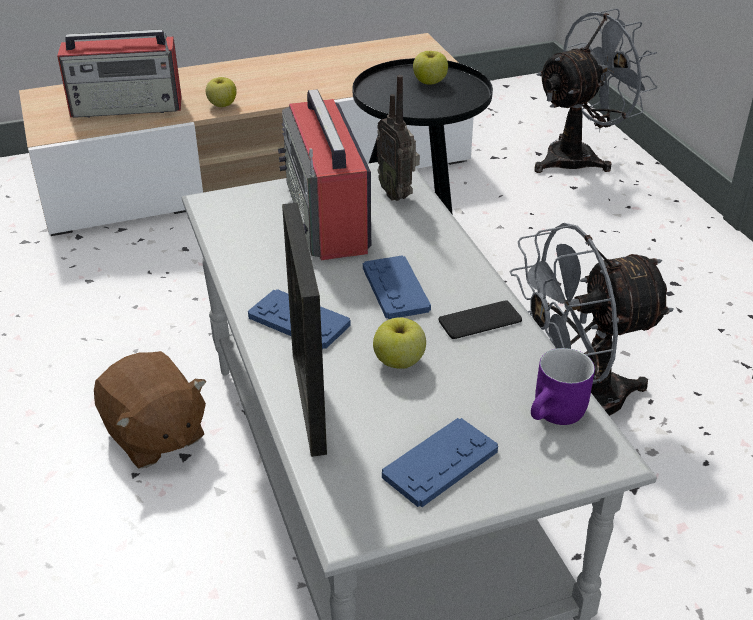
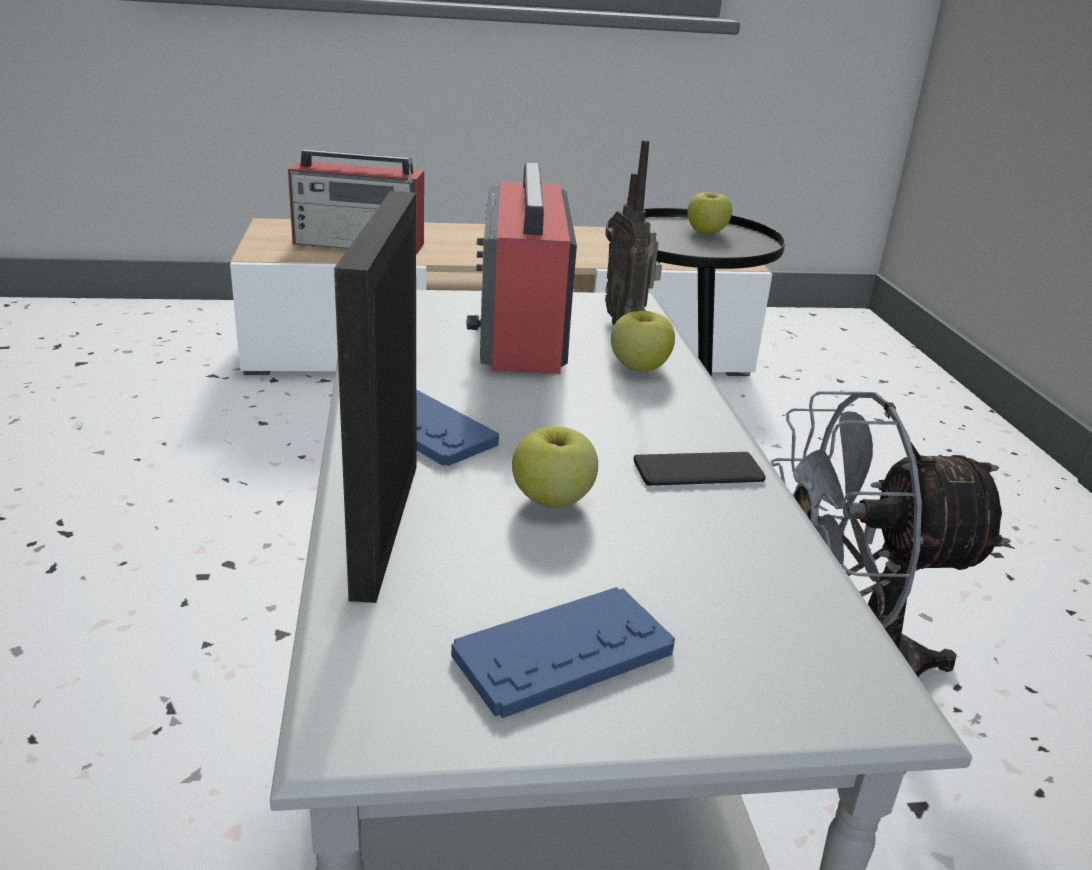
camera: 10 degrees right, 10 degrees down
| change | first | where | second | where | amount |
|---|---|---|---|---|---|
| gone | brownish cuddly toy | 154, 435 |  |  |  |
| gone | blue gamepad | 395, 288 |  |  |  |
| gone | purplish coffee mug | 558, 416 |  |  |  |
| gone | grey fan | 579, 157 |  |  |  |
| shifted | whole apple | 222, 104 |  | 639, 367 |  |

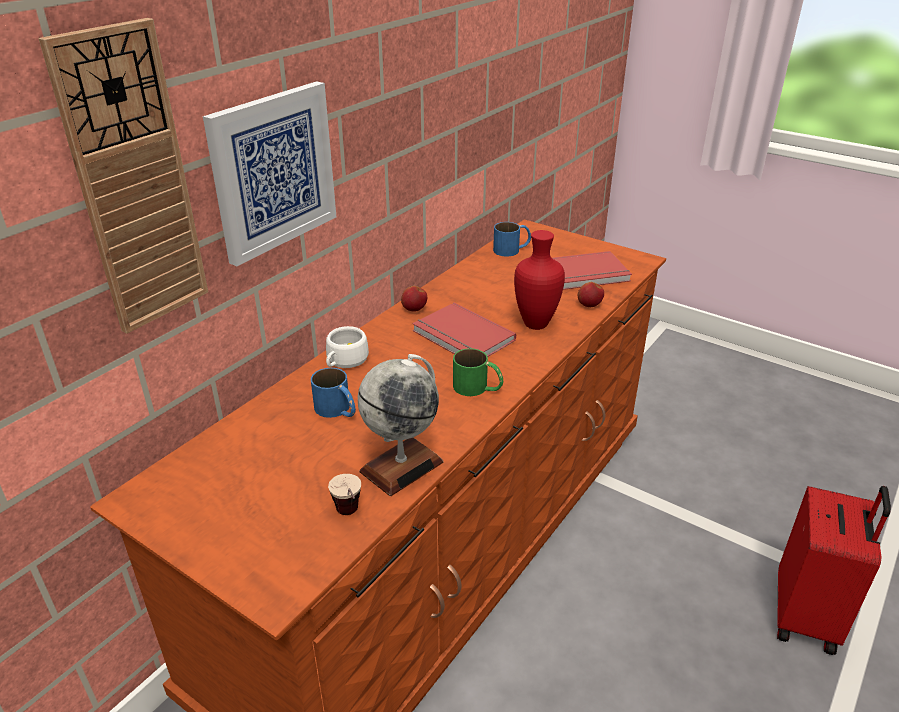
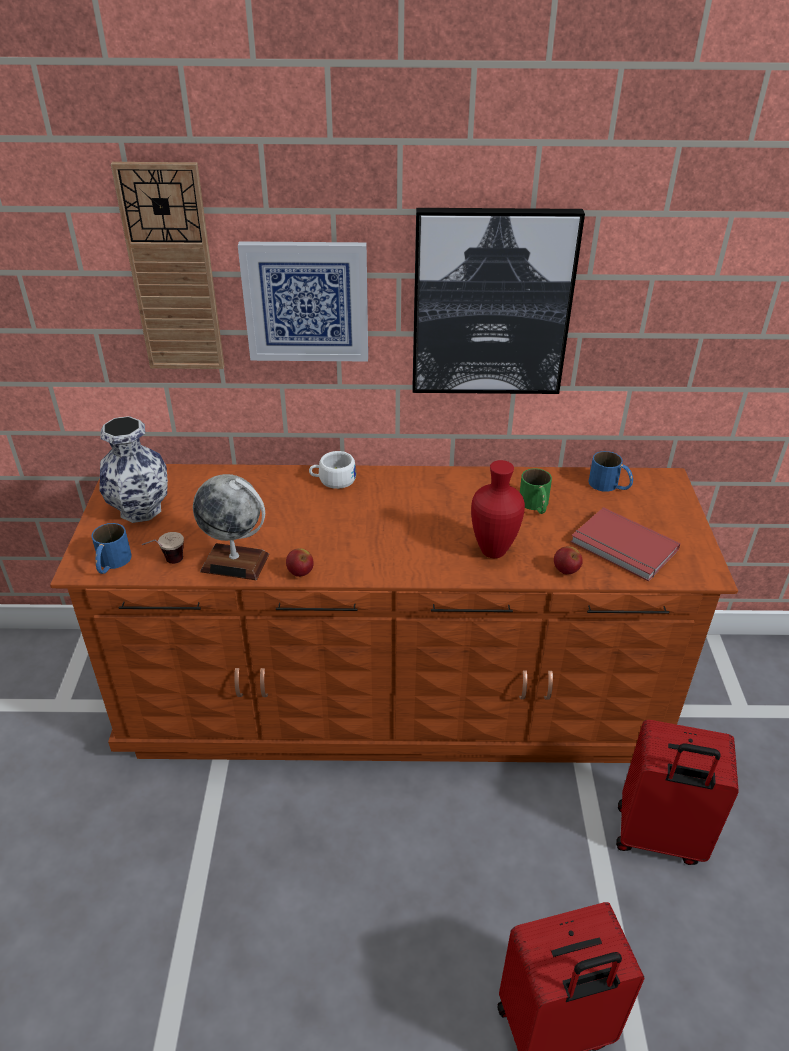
camera: 55 degrees right, 5 degrees up
| change | first | where | second | where | amount |
|---|---|---|---|---|---|
| gone | red book | 461, 337 |  |  |  |
| new |  |  | decorative vase | 139, 509 |  |
| new |  |  | wall picture | 491, 303 |  |
| new |  |  | red piece of luggage | 658, 837 |  |
| shifted | blue coffee mug | 337, 410 |  | 111, 563 |  |
| shifted | whole apple | 414, 309 |  | 300, 573 |  |
| shifted | green-coloured coffee mug | 478, 388 |  | 535, 505 |  |

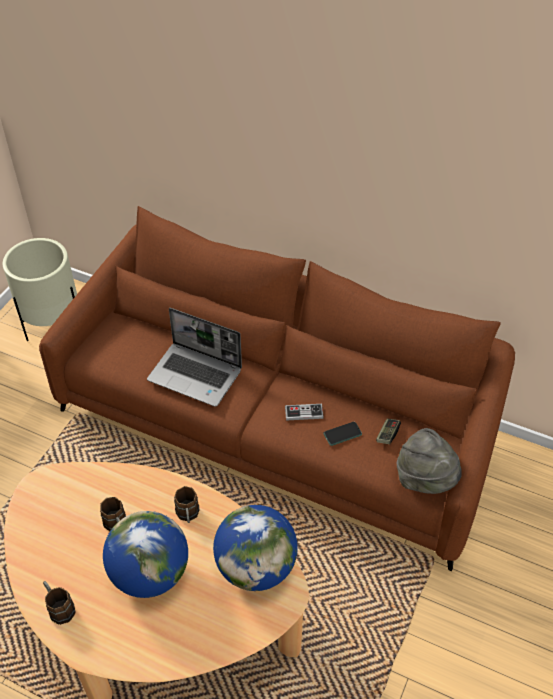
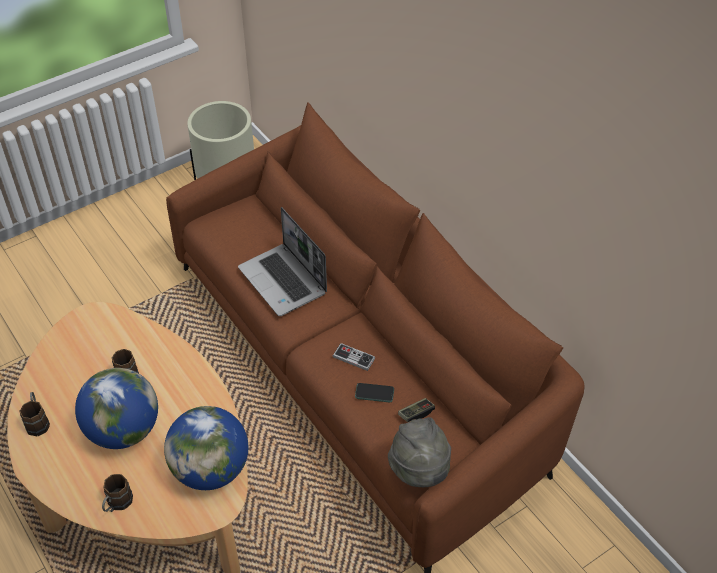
camera: 30 degrees right, 0 degrees up
| change | first | where | second | where | amount |
|---|---|---|---|---|---|
| shifted | brownish coffee mug | 188, 516 |  | 117, 504 |  |

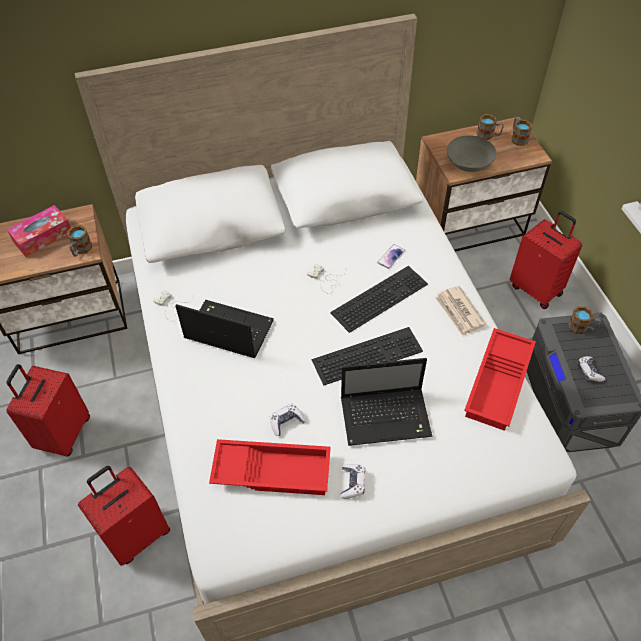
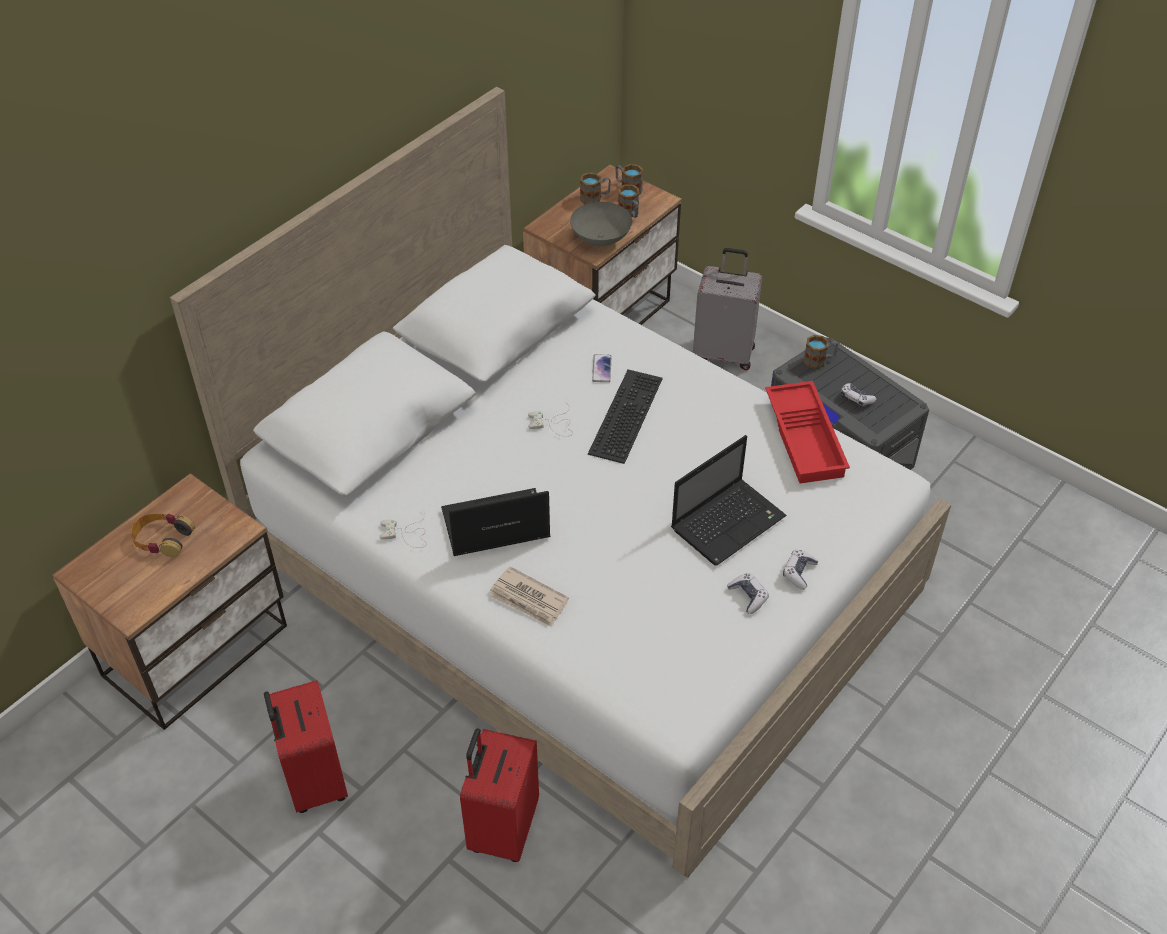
camera: 35 degrees left, 5 degrees down
| change | first | where | second | where | amount |
|---|---|---|---|---|---|
| gone | red serving tray | 273, 470 |  |  |  |
| gone | PC keyboard | 367, 353 |  |  |  |
| shifted | coffee mug | 81, 250 |  | 630, 213 |  |
| shifted | gamepad | 286, 422 |  | 799, 572 |  |
| shifted | newspaper | 459, 312 |  | 529, 599 |  |
| swapped | box of tissues | 43, 237 | pair of headphones | 162, 539 |  |
| repainted | red piece of luggage | 536, 289 | grey piece of luggage | 724, 353 |  |

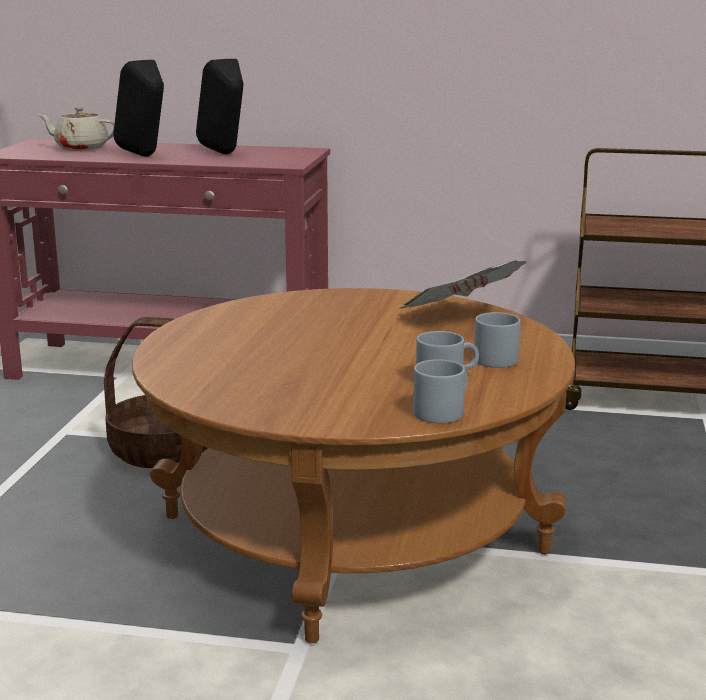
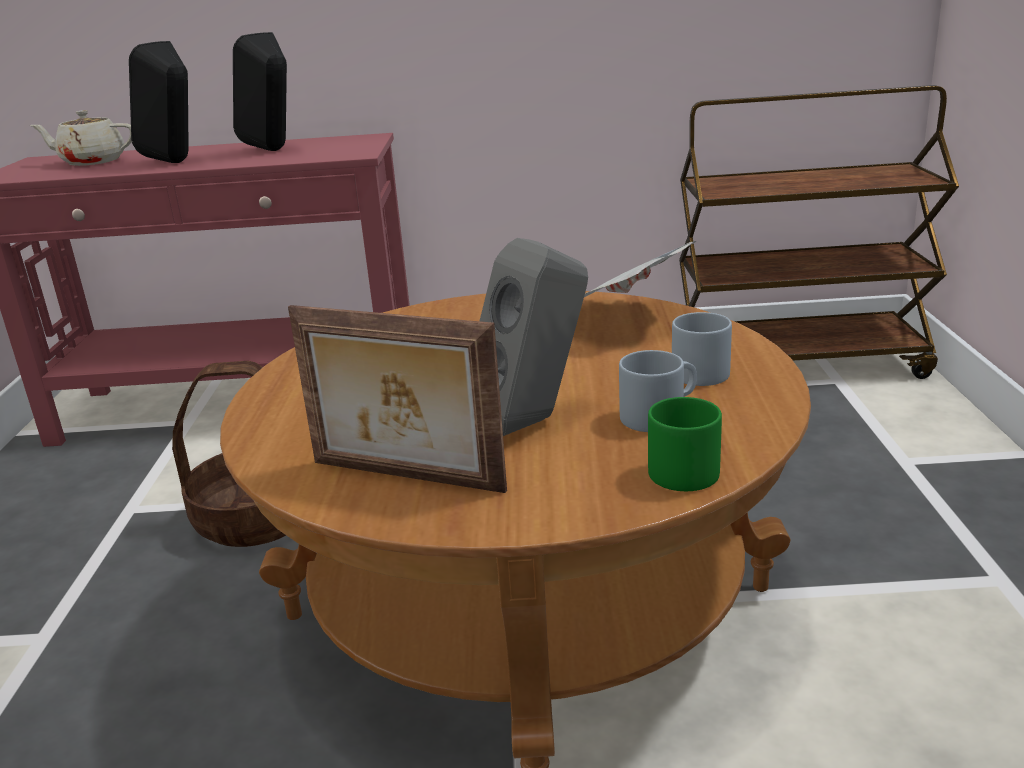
camera: 10 degrees left, 5 degrees up
| change | first | where | second | where | amount |
|---|---|---|---|---|---|
| new |  |  | photo frame | 405, 478 |  |
| new |  |  | grey loudspeaker | 534, 421 |  |
| repainted | grey coffee mug | 443, 411 | green-coloured coffee mug | 687, 467 |  |

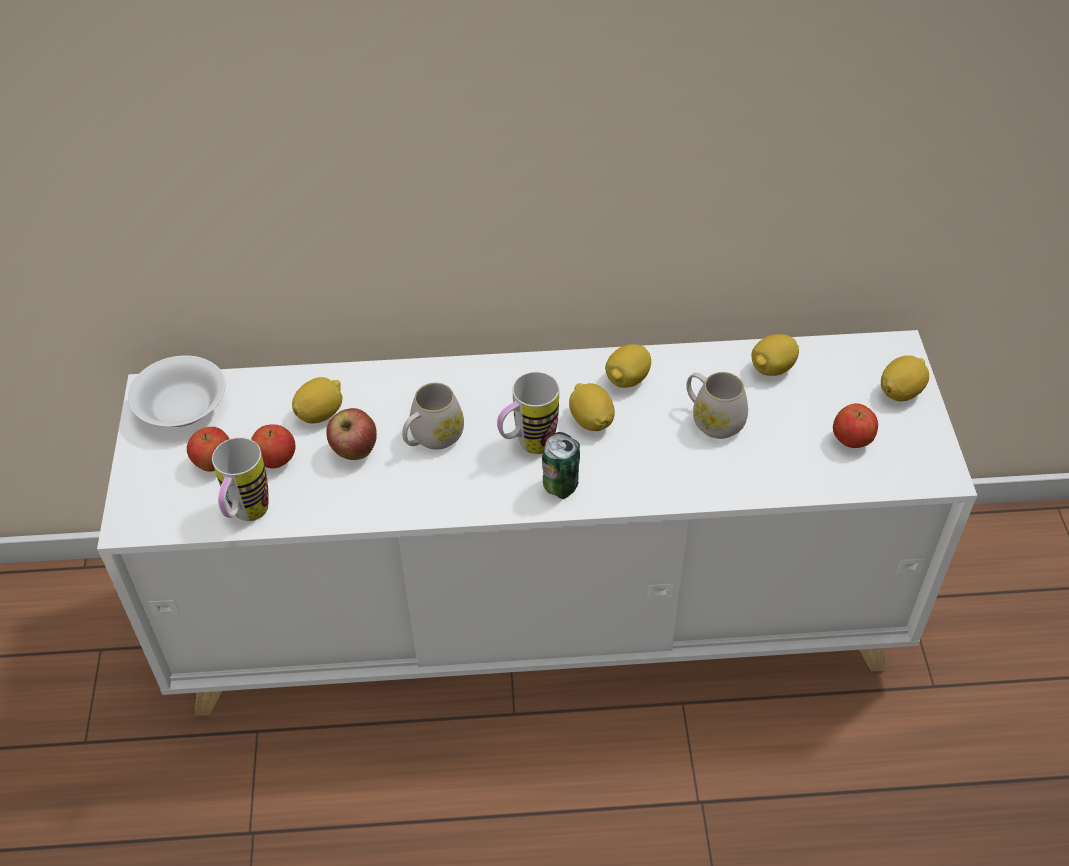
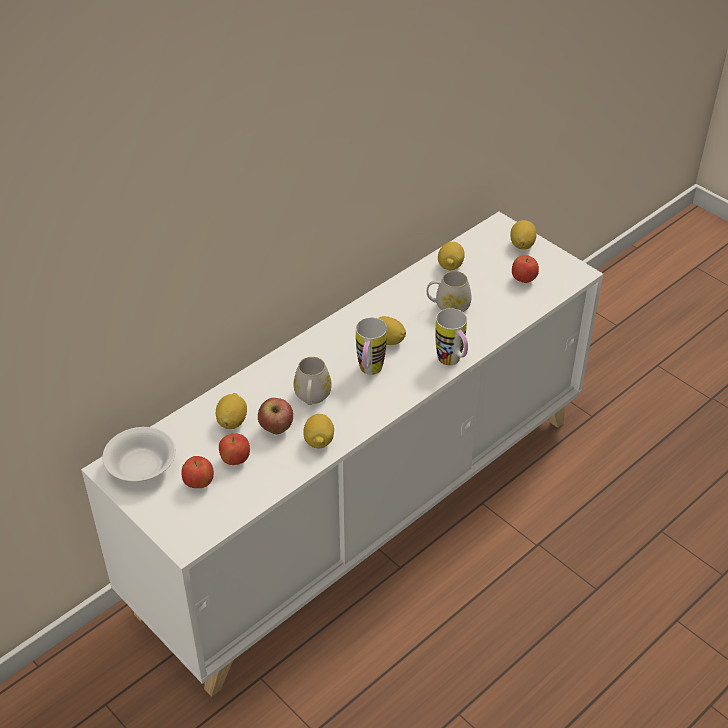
camera: 40 degrees left, 5 degrees down
| change | first | where | second | where | amount |
|---|---|---|---|---|---|
| gone | metal can | 560, 487 |  |  |  |
| shifted | coffee mug | 247, 517 |  | 452, 362 |  |
| shifted | citrus fruit | 627, 379 |  | 319, 441 |  |

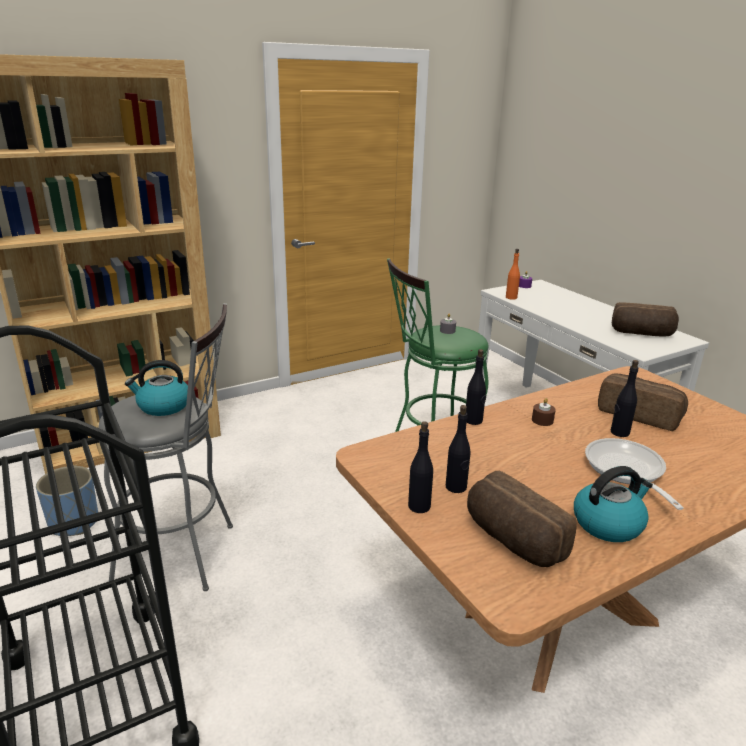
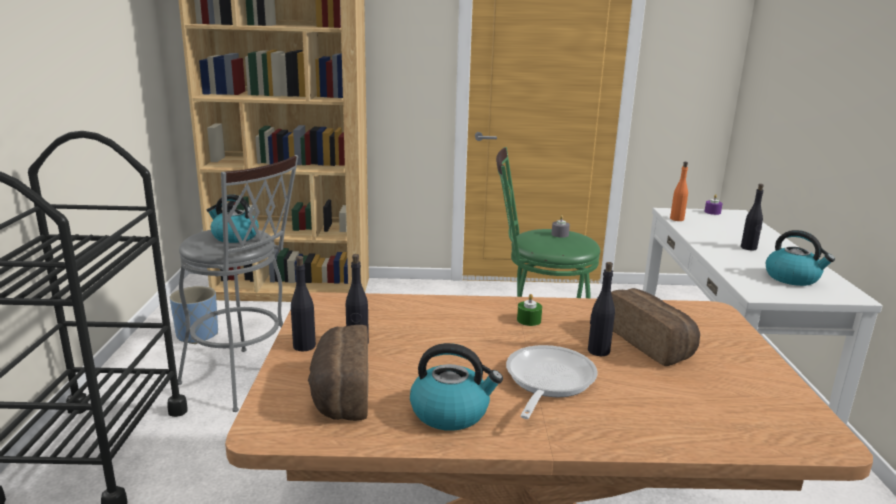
camera: 30 degrees right, 5 degrees down
| change | first | where | second | where | amount |
|---|---|---|---|---|---|
| shifted | black beverage bottle | 473, 420 |  | 748, 248 |  |
| swapped | bread | 641, 333 | water kettle | 792, 278 |  |
| repainted | brownish wax light | 542, 420 | green-coloured wax light | 529, 320 |  |

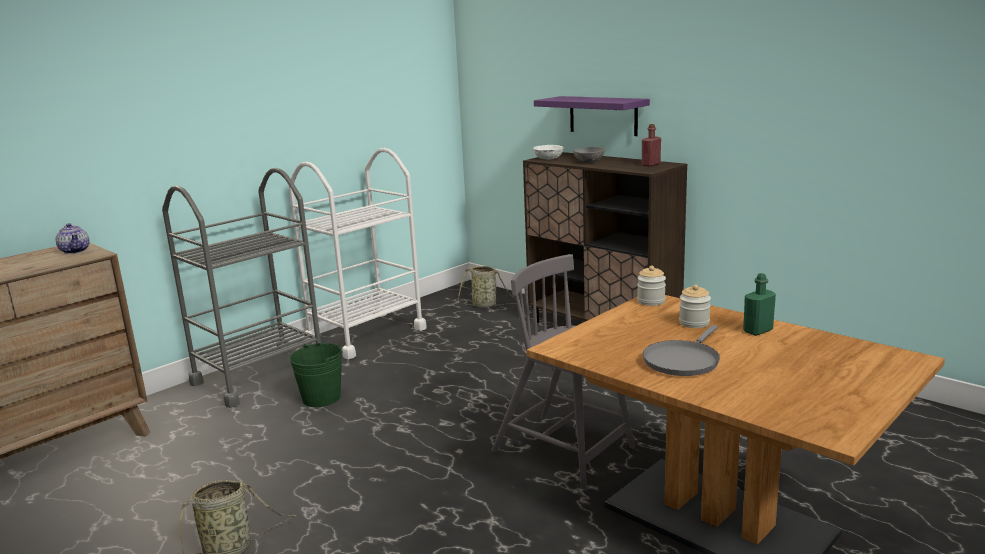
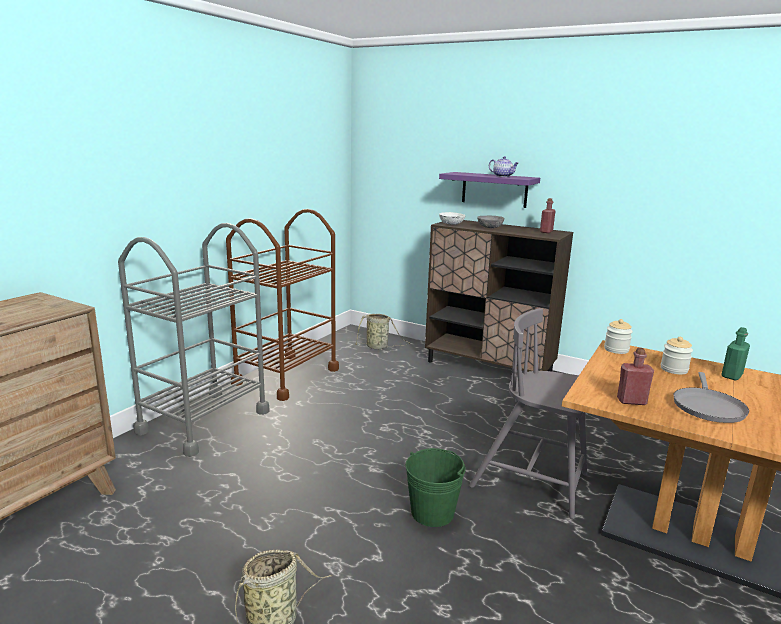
camera: 15 degrees left, 0 degrees up
| change | first | where | second | where | amount |
|---|---|---|---|---|---|
| new |  |  | red beverage bottle | 631, 401 |  |
| shifted | pot for tea | 75, 251 |  | 503, 176 |  |
| shifted | green-coloured bucket | 321, 398 |  | 432, 512 |  |
| repainted | white-coloured cart | 366, 334 | brownish cart | 286, 376 |  |

